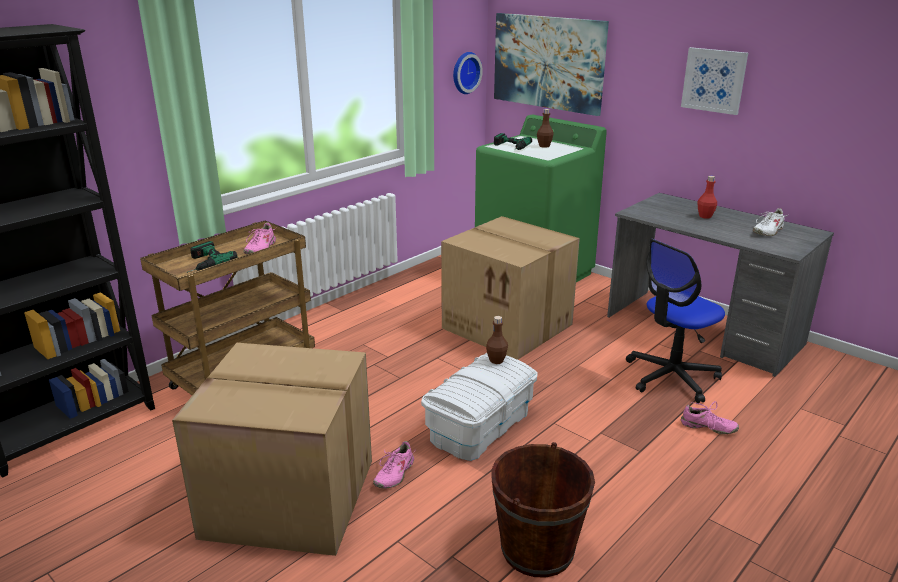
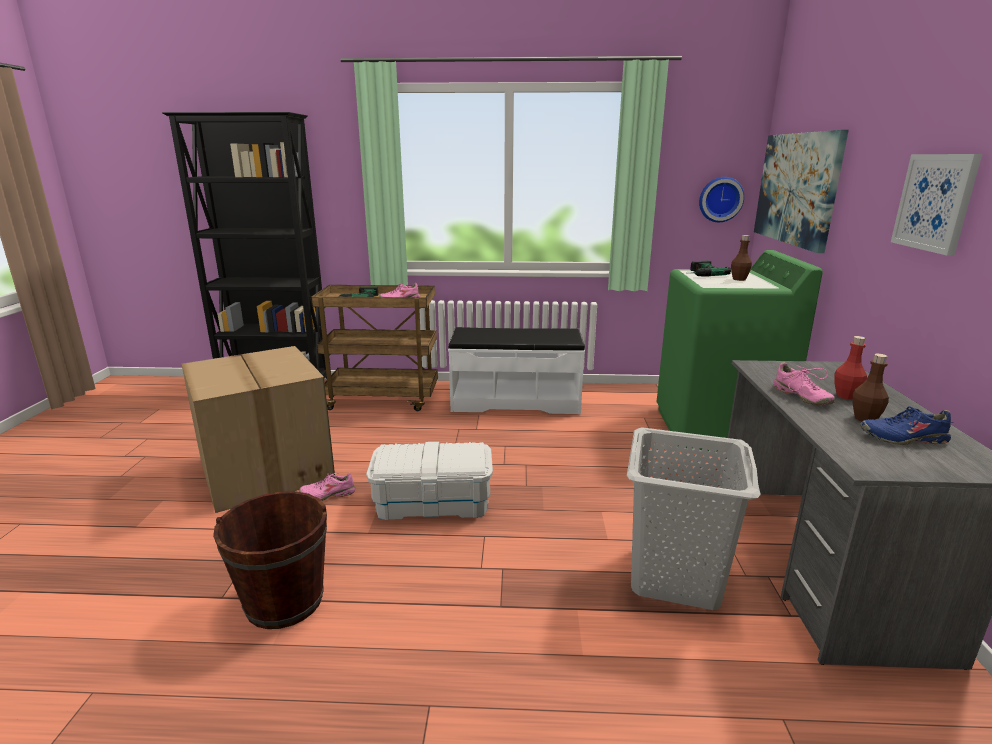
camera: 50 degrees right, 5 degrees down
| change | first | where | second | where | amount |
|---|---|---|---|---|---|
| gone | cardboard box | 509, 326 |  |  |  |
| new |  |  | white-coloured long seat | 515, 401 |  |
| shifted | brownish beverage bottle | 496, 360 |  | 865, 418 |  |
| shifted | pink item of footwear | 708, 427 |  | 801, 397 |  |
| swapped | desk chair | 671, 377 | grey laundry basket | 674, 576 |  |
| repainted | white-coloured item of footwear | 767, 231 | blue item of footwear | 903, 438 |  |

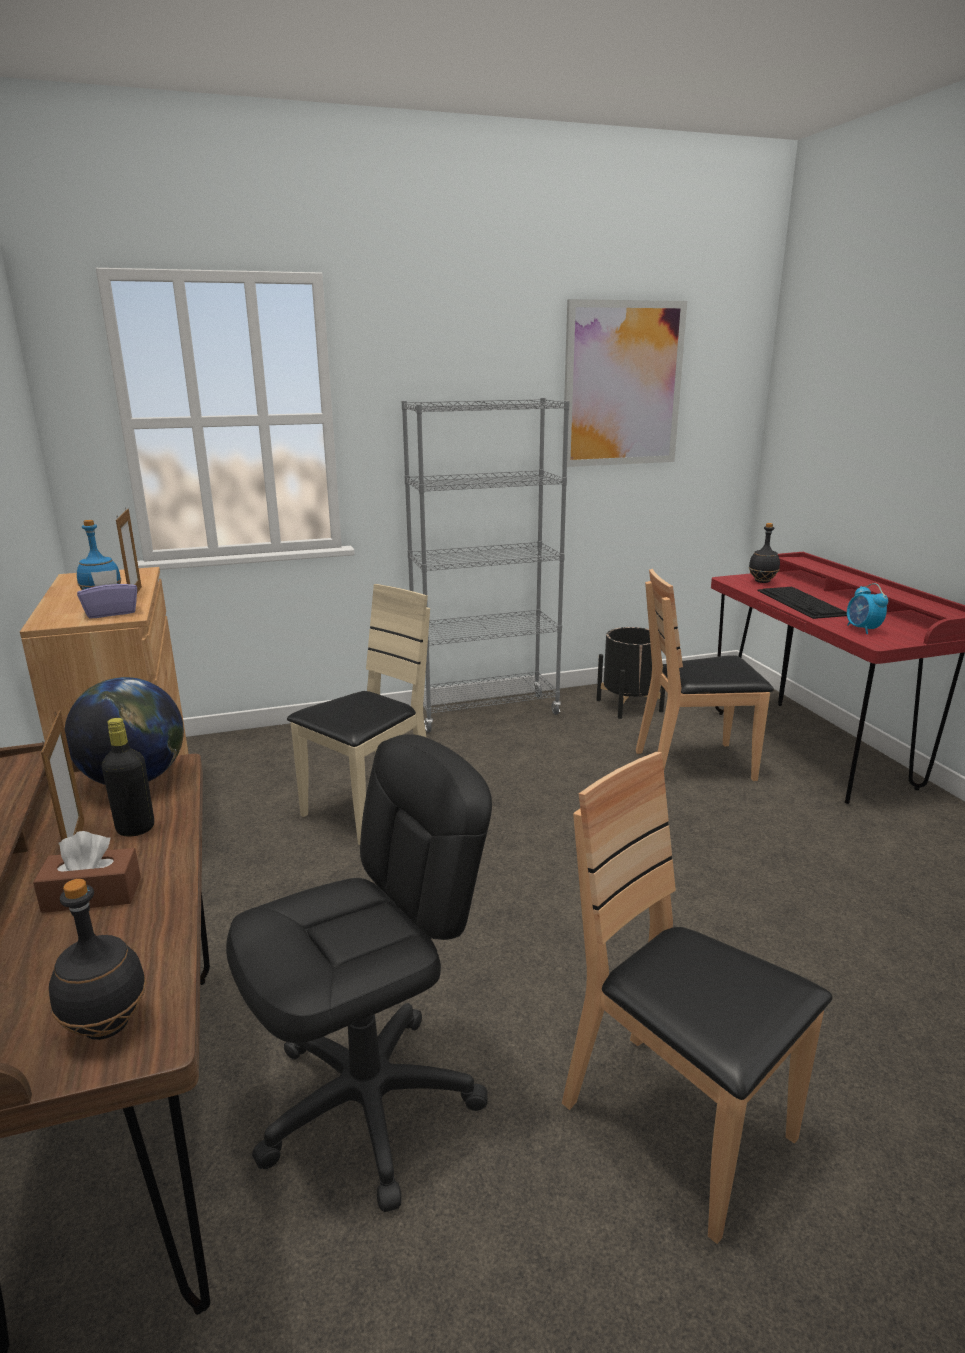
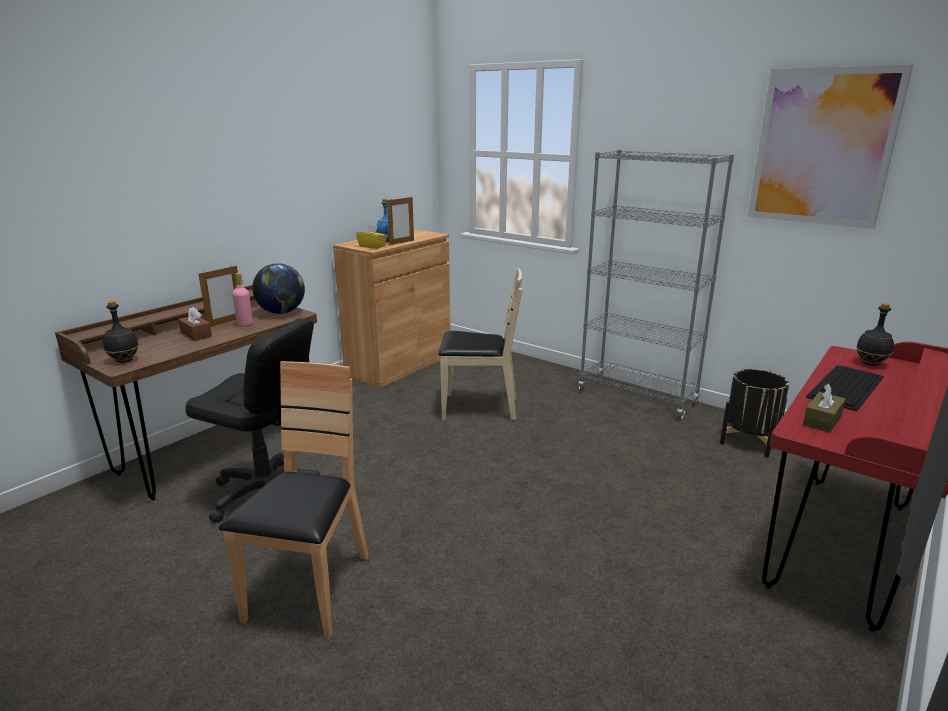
camera: 55 degrees right, 0 degrees up
| change | first | where | second | where | amount |
|---|---|---|---|---|---|
| gone | brownish chair | 695, 764 |  |  |  |
| swapped | table clock | 862, 629 | brownish box of tissues | 822, 420 |  |
| repainted | purplish box of tissues | 111, 612 | yellow-coloured box of tissues | 372, 246 |  |
| repainted | black beverage bottle | 135, 829 | pink beverage bottle | 245, 325 |  |

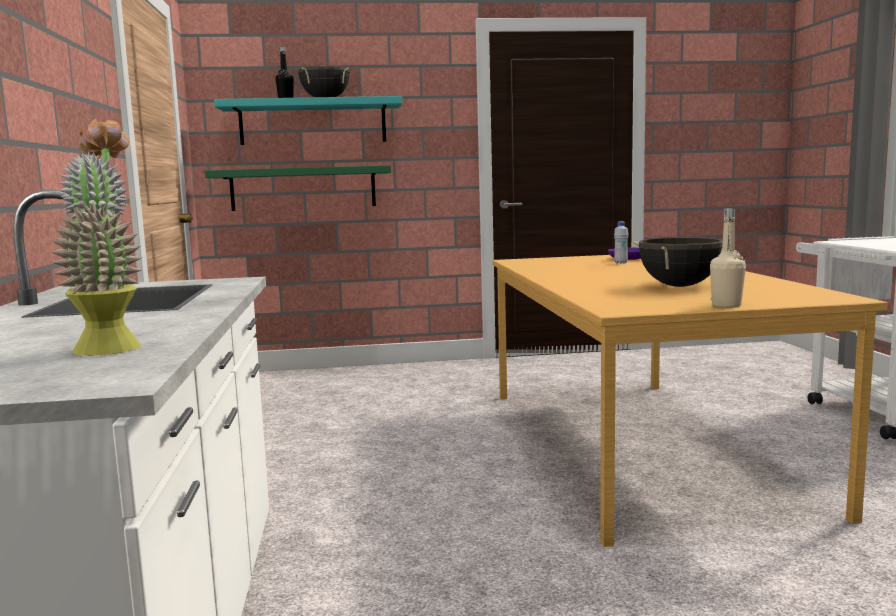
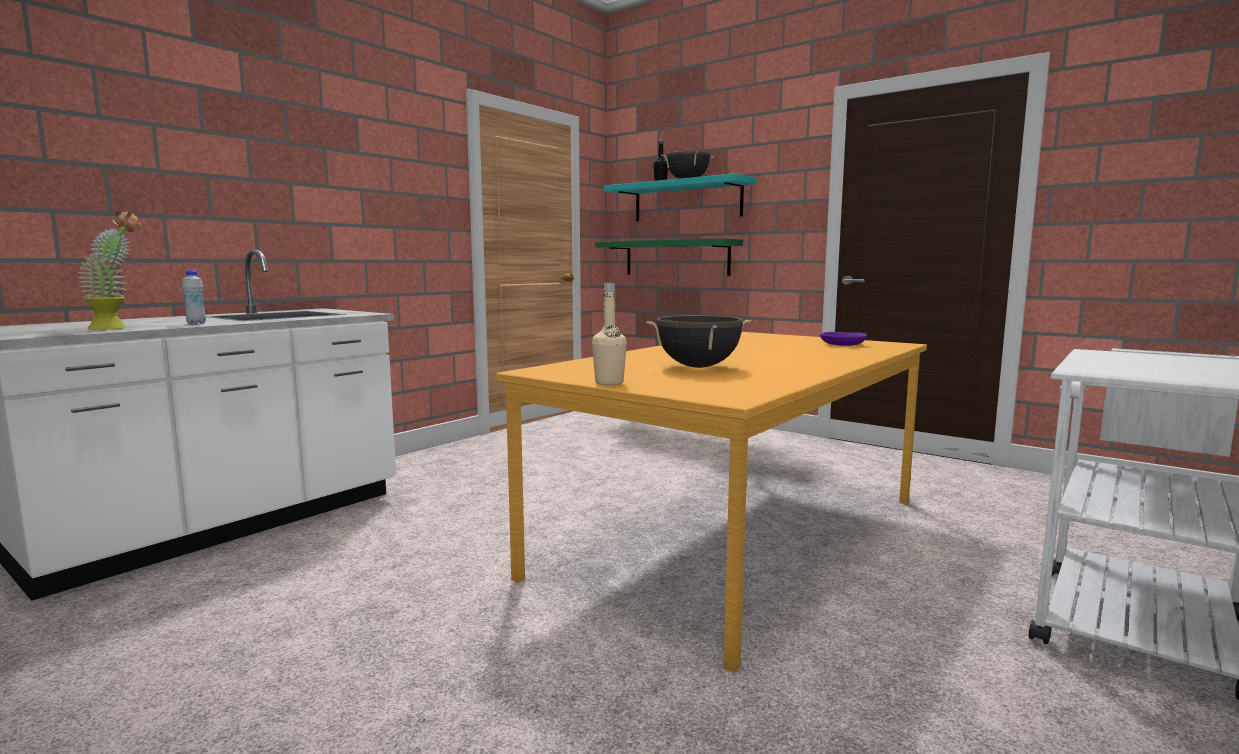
camera: 45 degrees right, 0 degrees up
| change | first | where | second | where | amount |
|---|---|---|---|---|---|
| shifted | white-coloured beverage bottle | 620, 263 |  | 196, 323 |  |

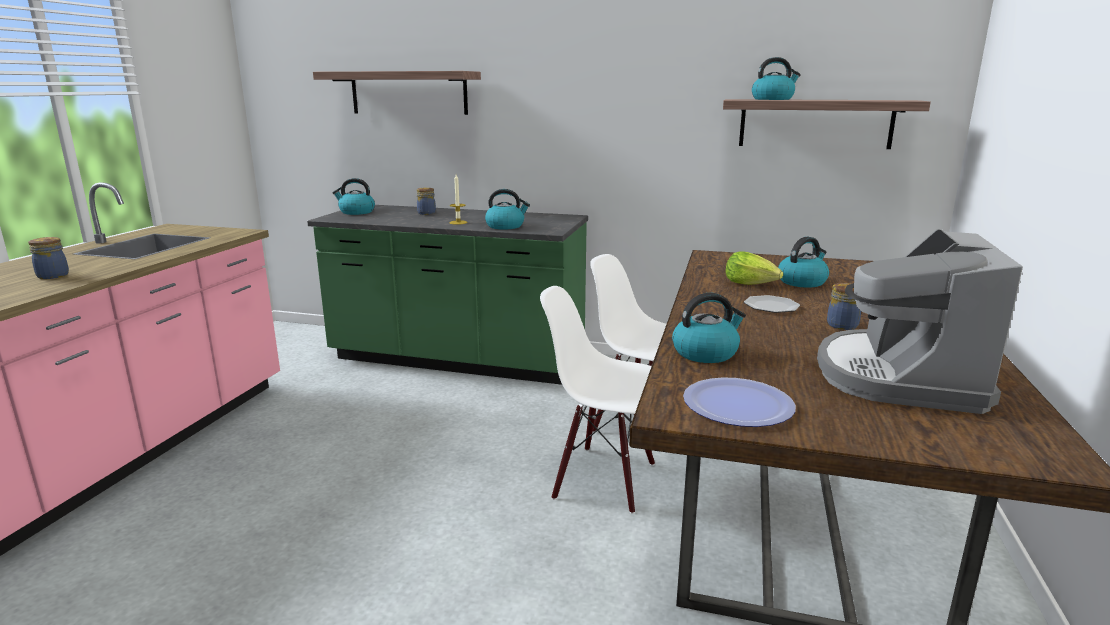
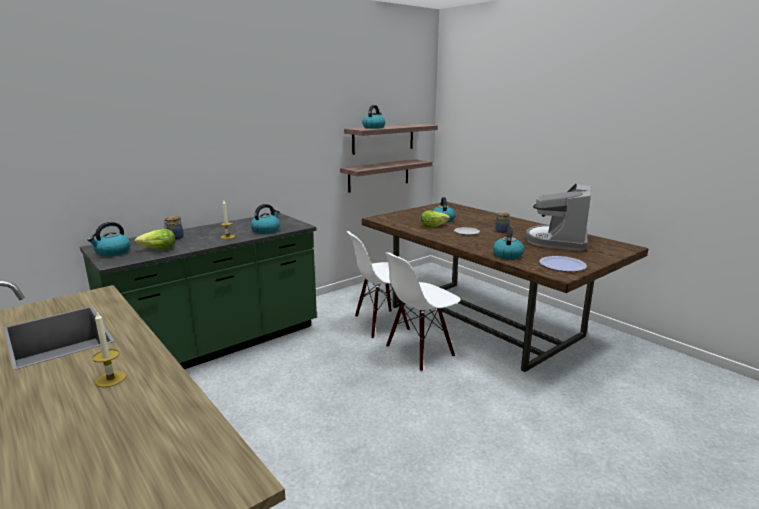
camera: 55 degrees left, 0 degrees up
| change | first | where | second | where | amount |
|---|---|---|---|---|---|
| new |  |  | lettuce head | 158, 250 |  |
| shifted | bracket shelf | 408, 93 |  | 379, 175 |  |
| swapped | preserve jar | 53, 275 | wax light | 110, 379 |  |
| rotated | coffee machine | 899, 376 |  | 557, 241 | 60 degrees clockwise |

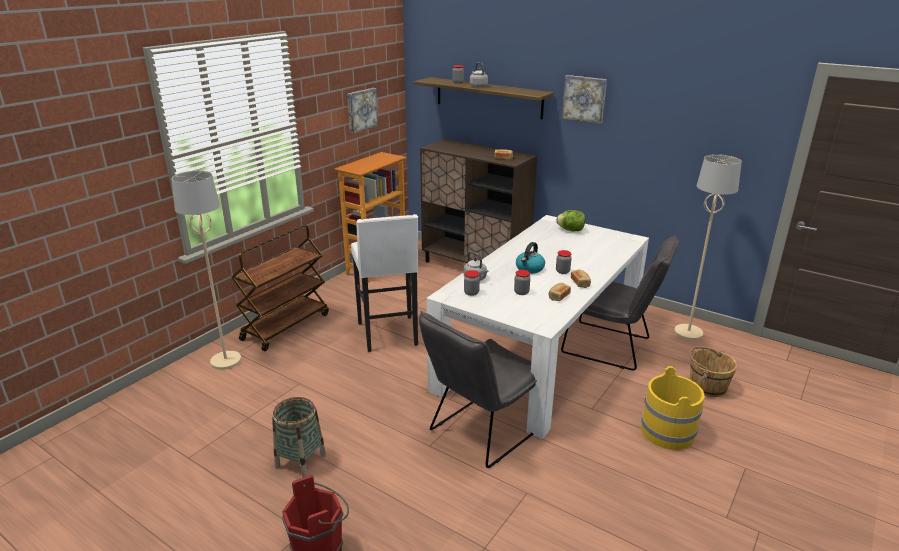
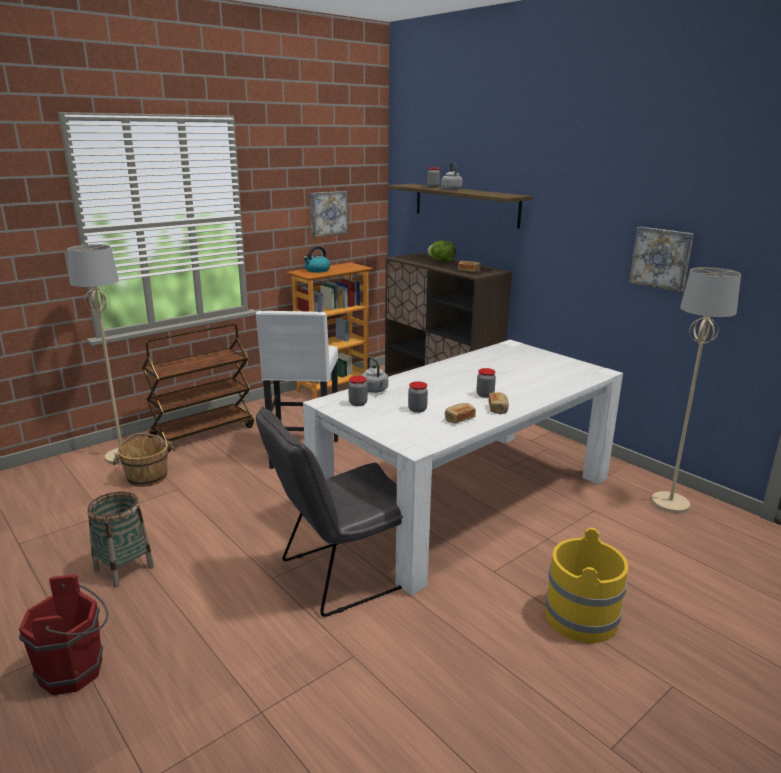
camera: 15 degrees right, 5 degrees down
| change | first | where | second | where | amount |
|---|---|---|---|---|---|
| gone | grey chair | 612, 347 |  |  |  |
| shifted | water kettle | 529, 269 |  | 317, 270 |  |
| shifted | lettuce head | 570, 230 |  | 441, 261 |  |
| shifted | wall picture | 584, 98 |  | 661, 258 |  |
| shifted | brownish bucket | 707, 386 |  | 147, 477 |  |

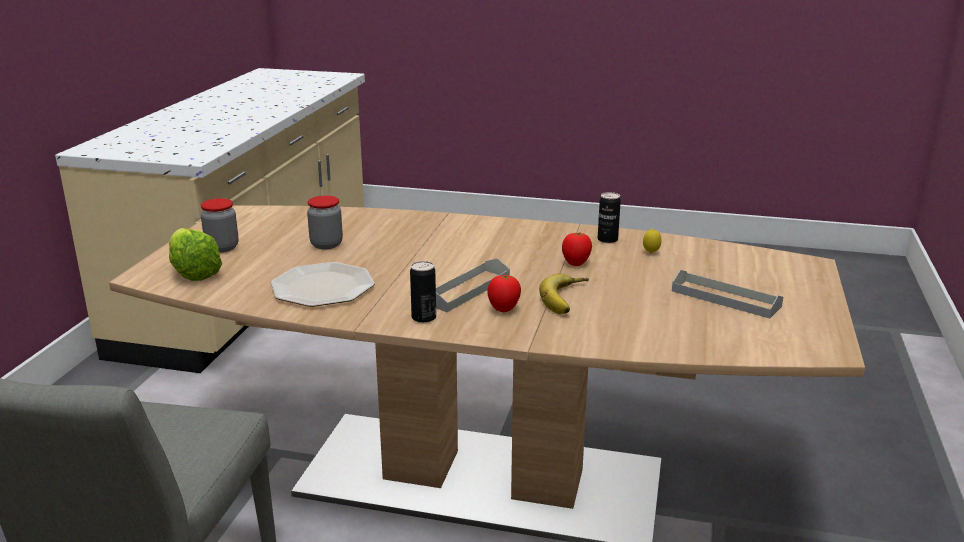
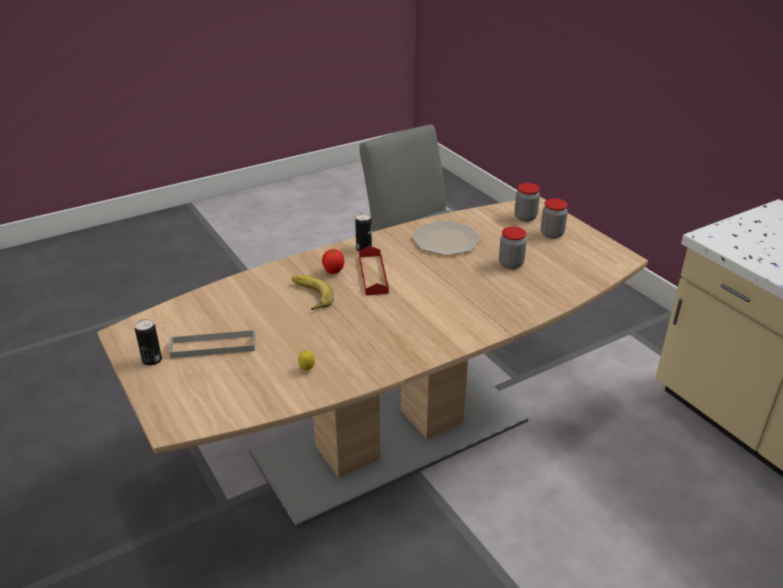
camera: 135 degrees right, 10 degrees up
| change | first | where | second | where | amount |
|---|---|---|---|---|---|
| gone | tomato | 576, 264 |  |  |  |
| shifted | metal can | 607, 240 |  | 152, 360 |  |
| swapped | lettuce head | 193, 270 | preserve jar | 525, 217 |  |
| repainted | grey serving tray | 467, 290 | red serving tray | 373, 274 |  |

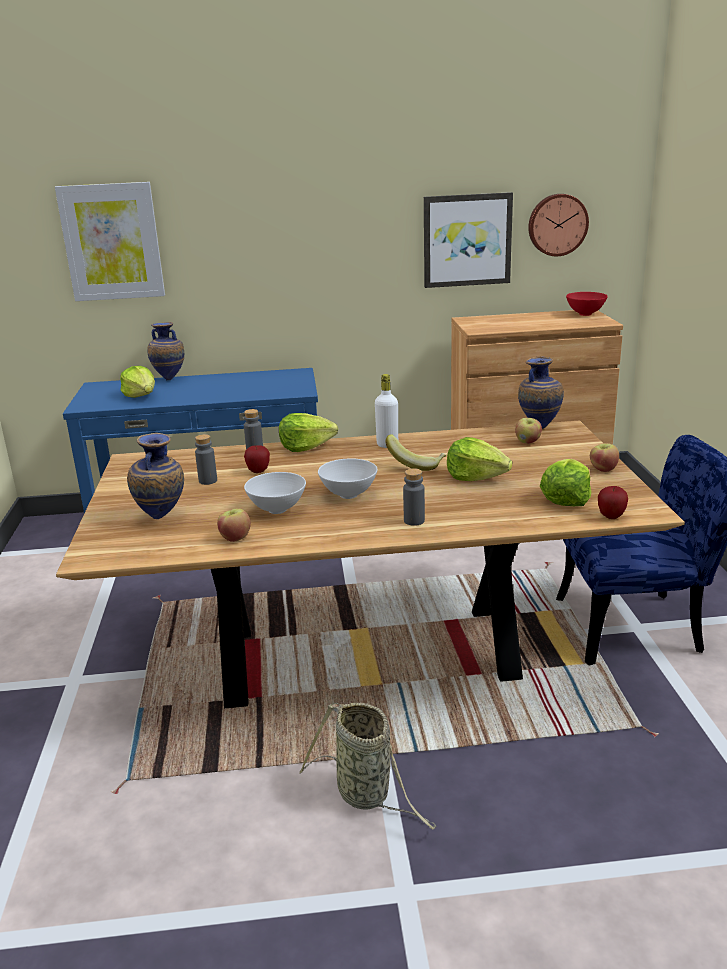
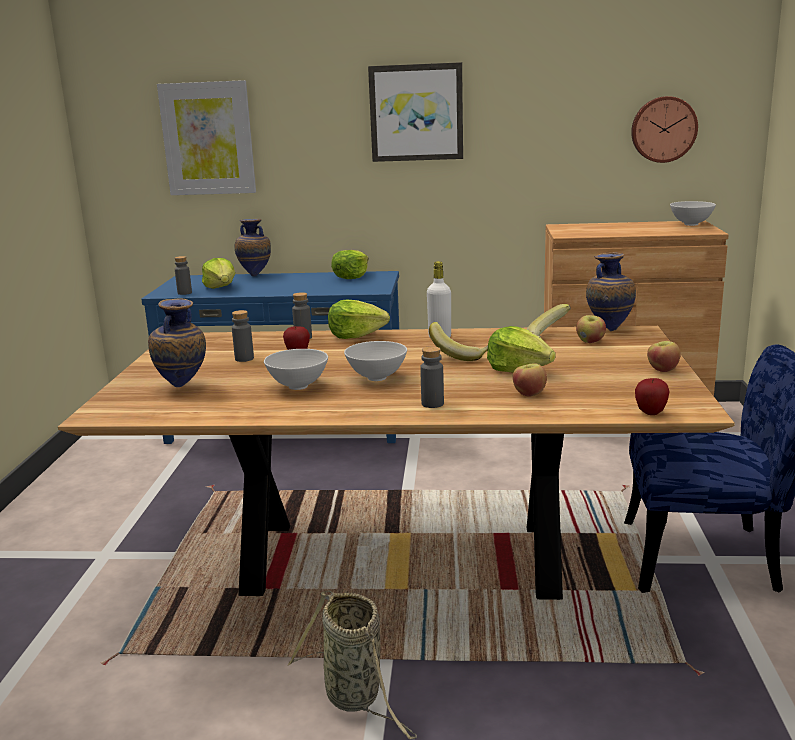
camera: 10 degrees right, 5 degrees down
| change | first | where | second | where | amount |
|---|---|---|---|---|---|
| new |  |  | grey beverage bottle | 184, 293 |  |
| new |  |  | banana fruit | 548, 339 |  |
| shifted | whole apple | 235, 538 |  | 529, 394 |  |
| shifted | wall picture | 467, 240 |  | 416, 112 |  |
| shifted | lettuce head | 565, 499 |  | 351, 277 |  |
| repainted | red serving bowl | 585, 314 | white-coloured serving bowl | 691, 224 |  |

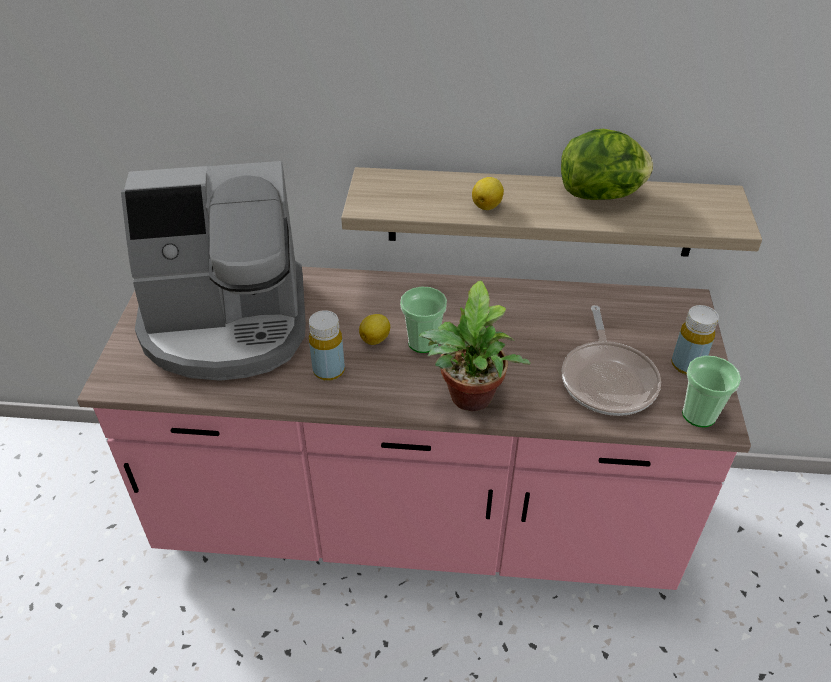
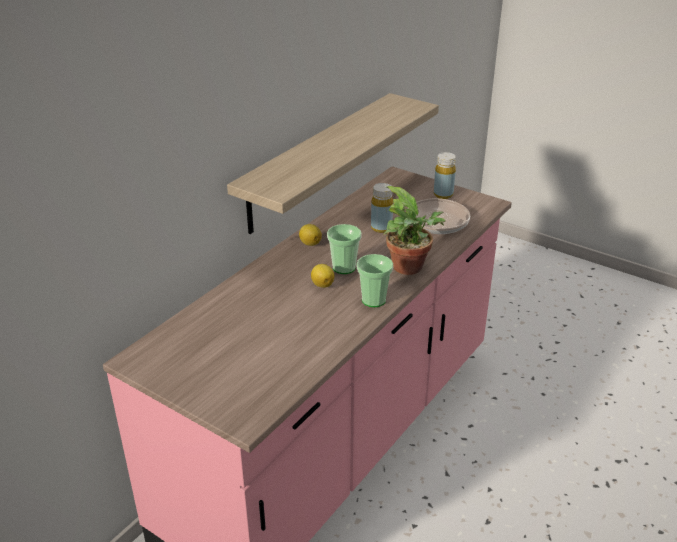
camera: 60 degrees left, 10 degrees down
| change | first | where | second | where | amount |
|---|---|---|---|---|---|
| gone | coffee machine | 227, 324 |  |  |  |
| gone | lettuce head | 601, 195 |  |  |  |
| shifted | yellow-coloured beverage bottle | 329, 370 |  | 381, 228 |  |
| shifted | citrus fruit | 487, 205 |  | 310, 243 |  |
| shifted | small cup | 699, 415 |  | 373, 300 |  |

